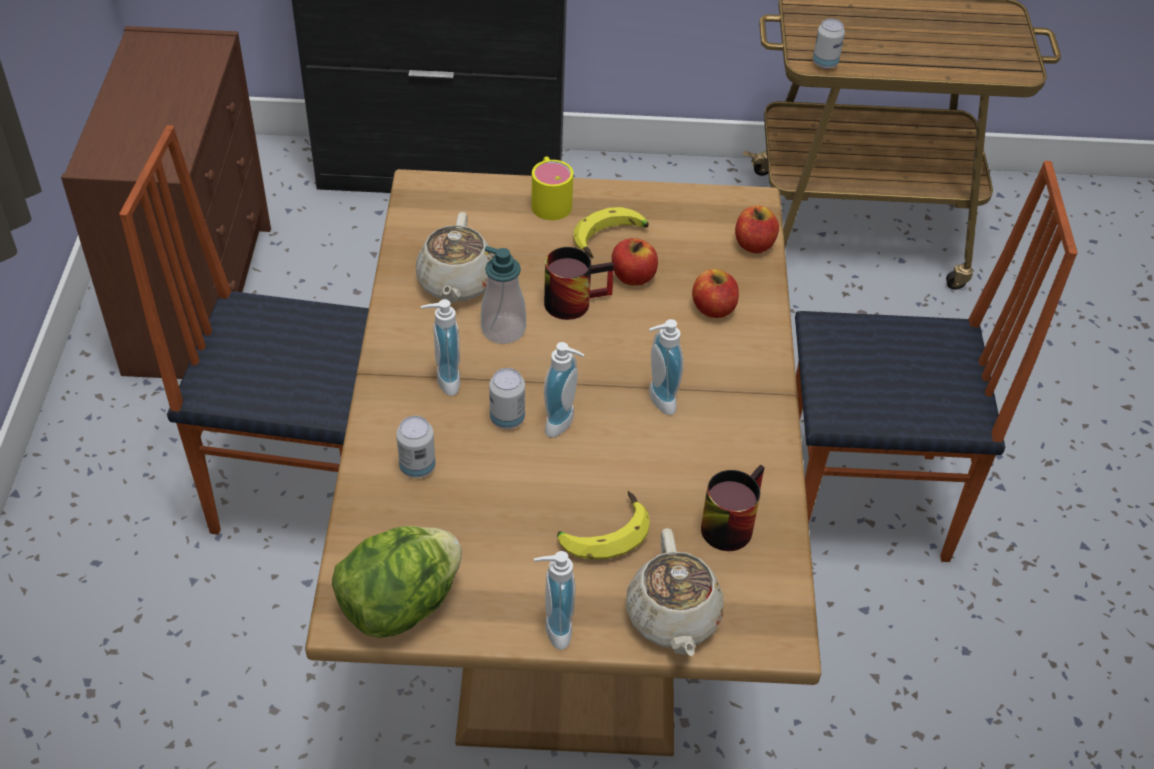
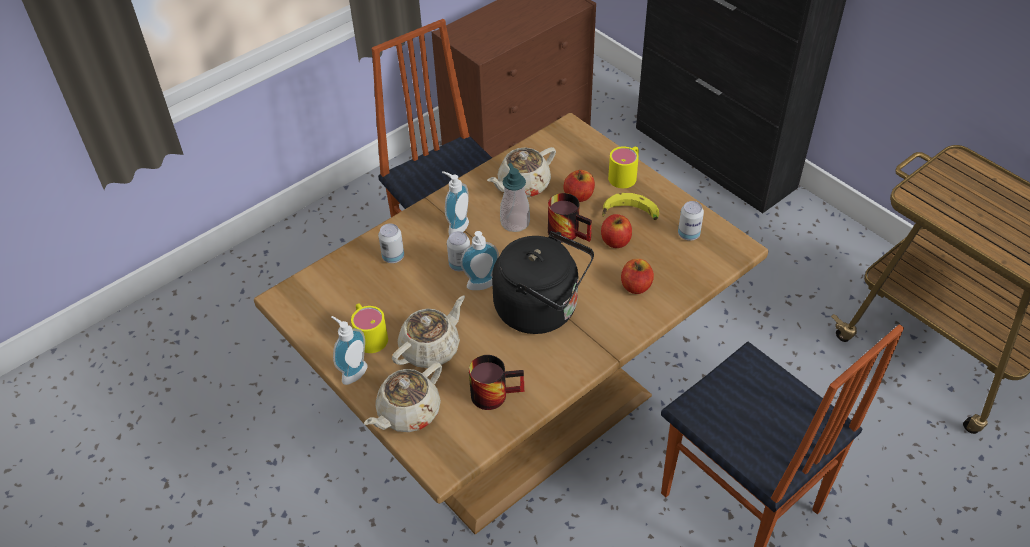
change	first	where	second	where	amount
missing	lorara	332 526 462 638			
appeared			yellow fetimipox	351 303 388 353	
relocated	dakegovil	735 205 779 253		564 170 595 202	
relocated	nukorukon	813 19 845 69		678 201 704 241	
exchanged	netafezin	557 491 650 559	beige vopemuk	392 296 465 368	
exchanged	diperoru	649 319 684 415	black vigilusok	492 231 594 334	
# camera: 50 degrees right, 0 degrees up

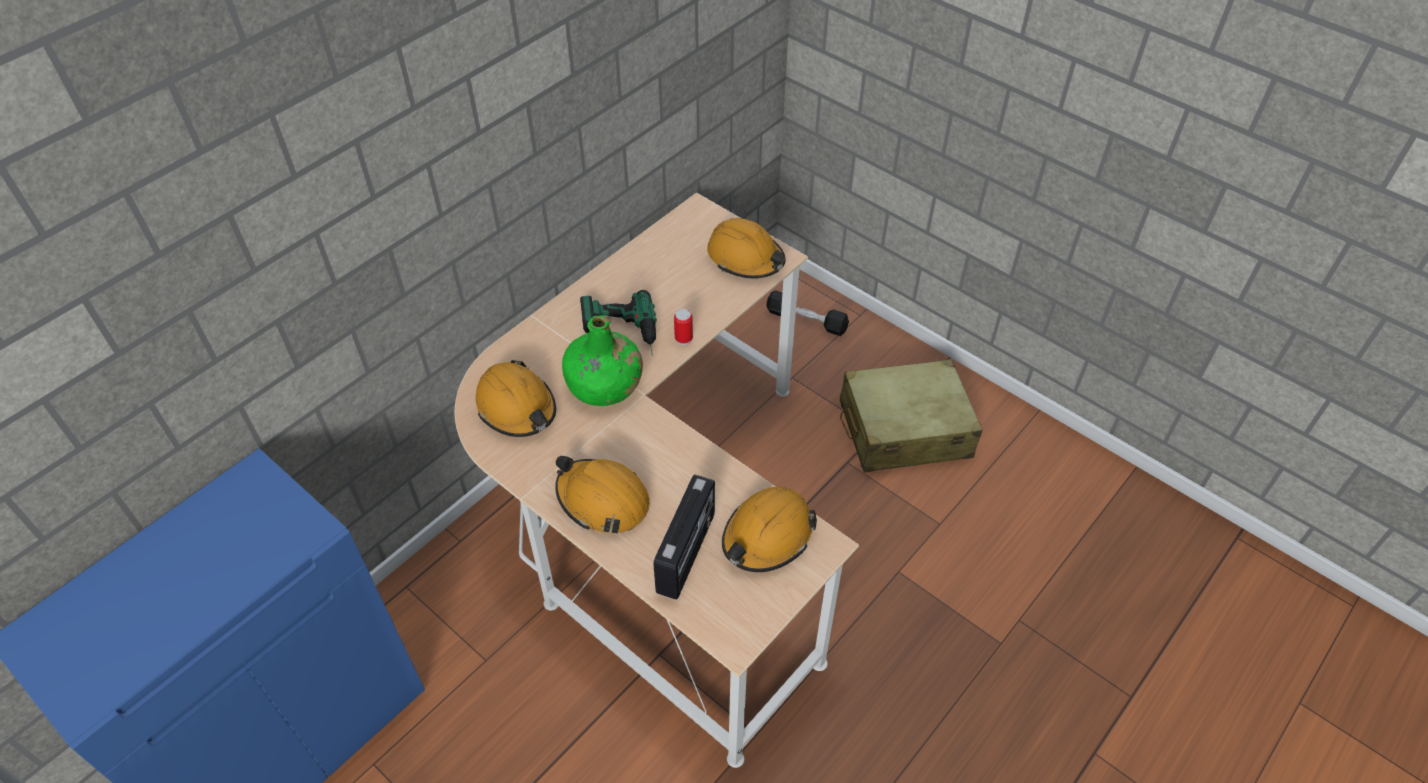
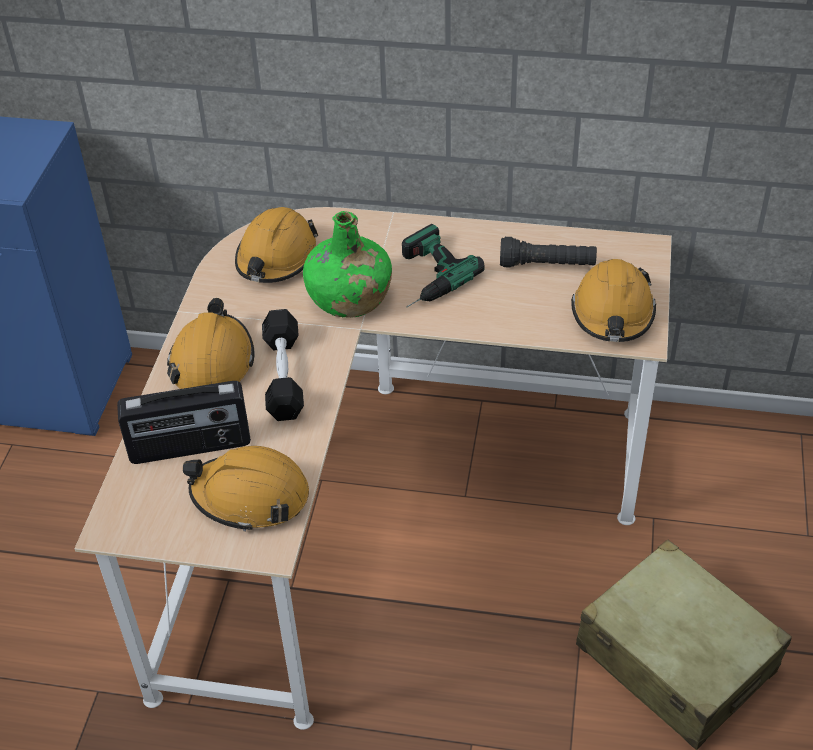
change	first	where	second	where	amount
missing	nukorukon	674 309 693 345			
appeared			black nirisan	500 237 597 268	
relocated	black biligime	766 290 849 336		262 309 304 421	
# camera: 60 degrees right, 5 degrees down

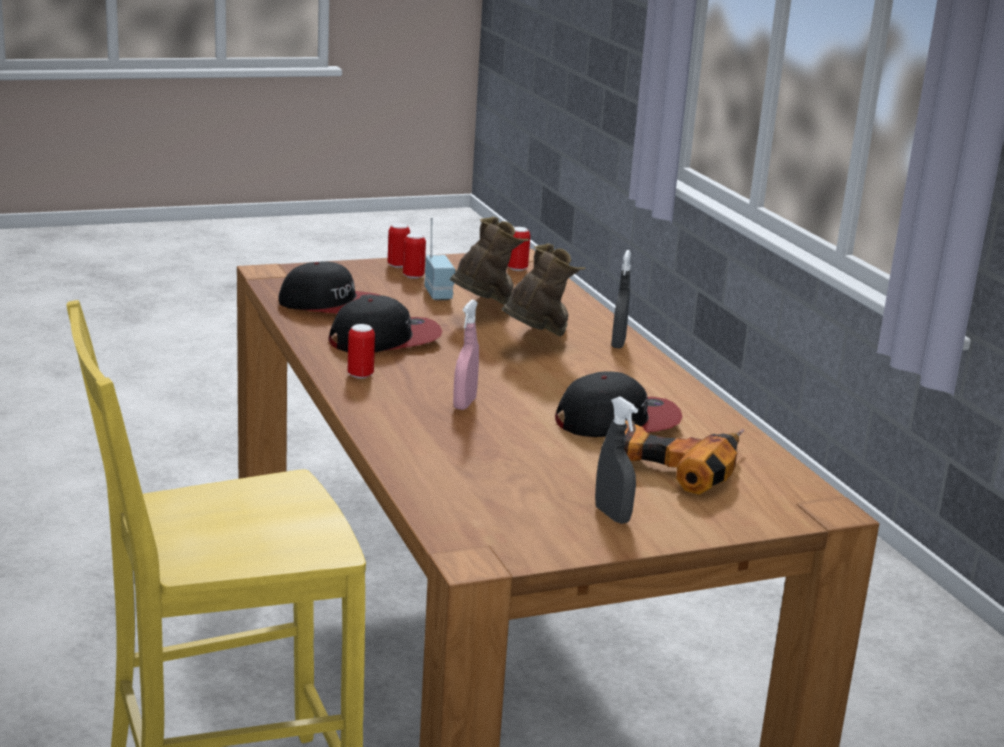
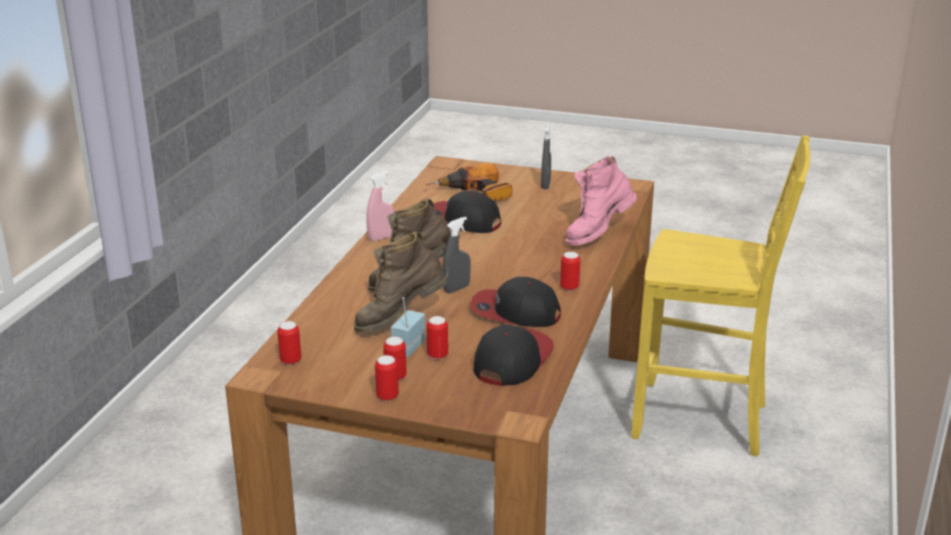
change	first	where	second	where	amount
appeared			nukorukon	426 316 448 359	
appeared			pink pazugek	565 156 637 245	
relocated	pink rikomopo	453 300 479 410		366 171 394 241	
relocated	grey rikomopo	611 250 631 349		442 217 471 293	
spun	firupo	278 261 380 313		474 325 554 386	60 degrees clockwise
# camera: 140 degrees left, 5 degrees up

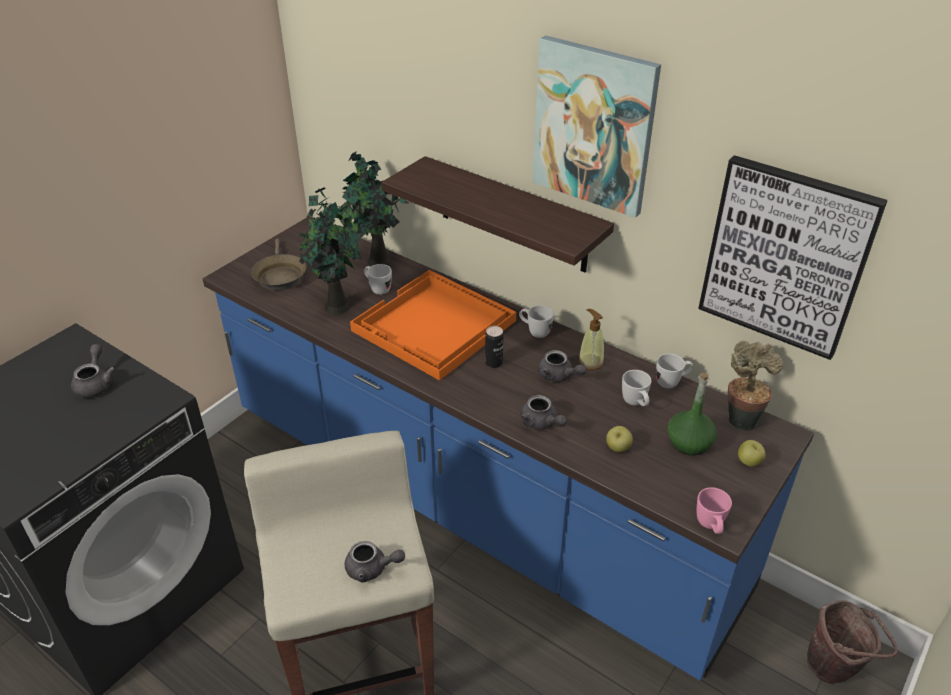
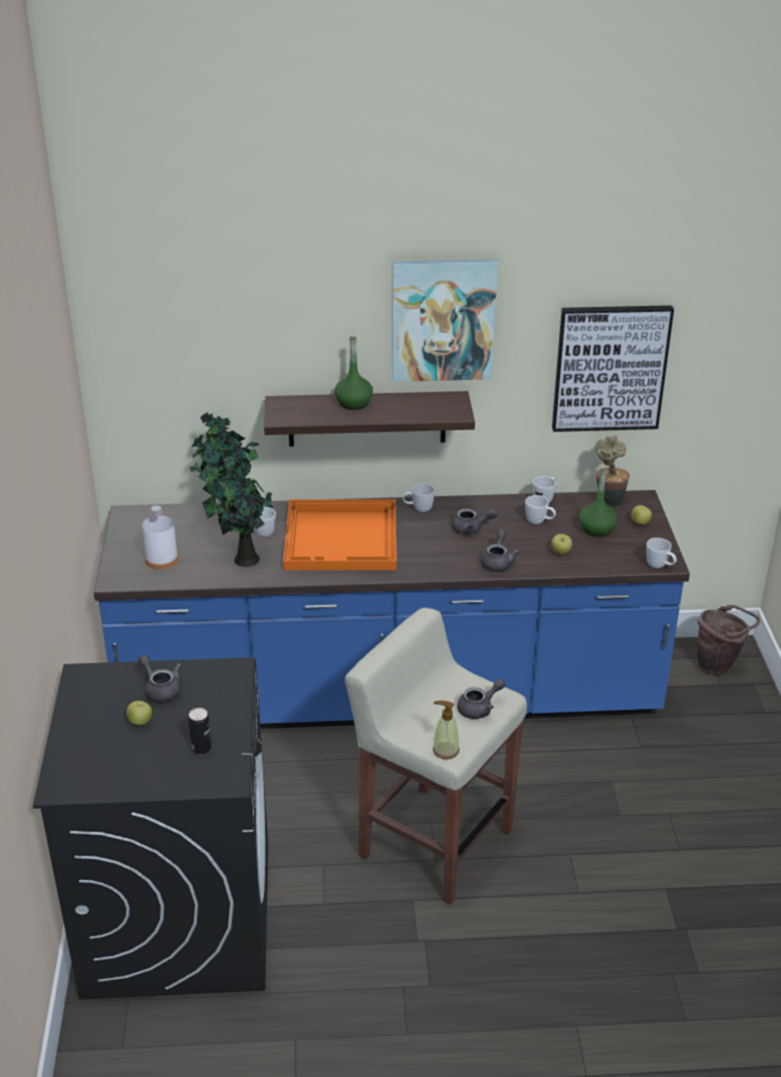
change	first	where	second	where	amount
appeared			dakegovil	126 701 152 725	
appeared			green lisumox	335 336 373 410	
relocated	nukorukon	485 326 504 368		188 708 212 754	
relocated	diperoru	578 309 604 370		433 700 459 759	
exchanged	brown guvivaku	251 238 306 290	white lisumox	142 505 178 570	
colour	pink fetimipox	697 487 732 534	white fetimipox	646 538 677 568	
spun	grey vopemuk	520 395 567 430		481 529 520 572	90 degrees counterclockwise
# camera: 40 degrees left, 5 degrees down

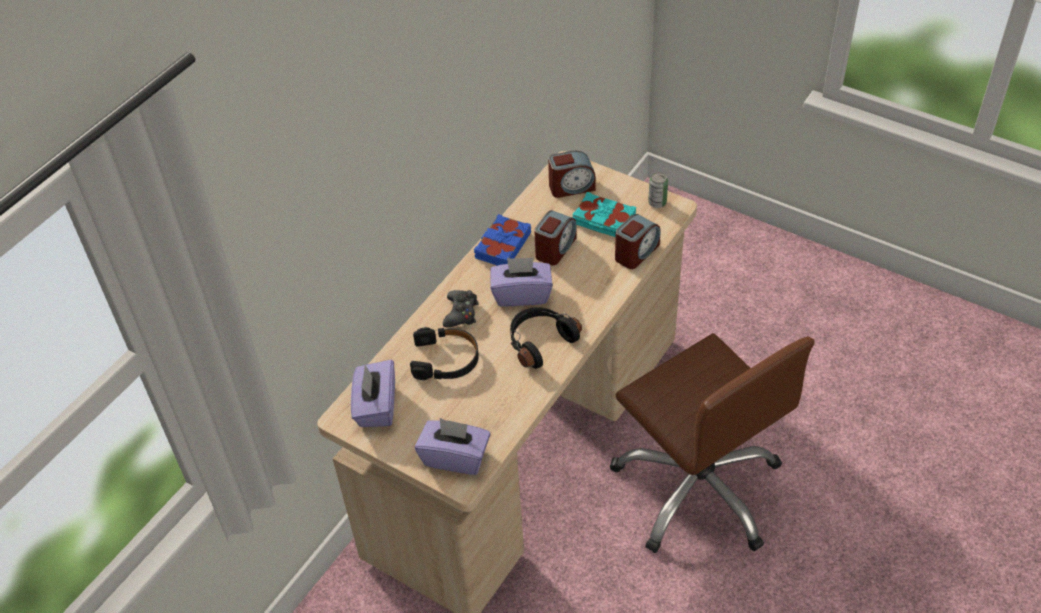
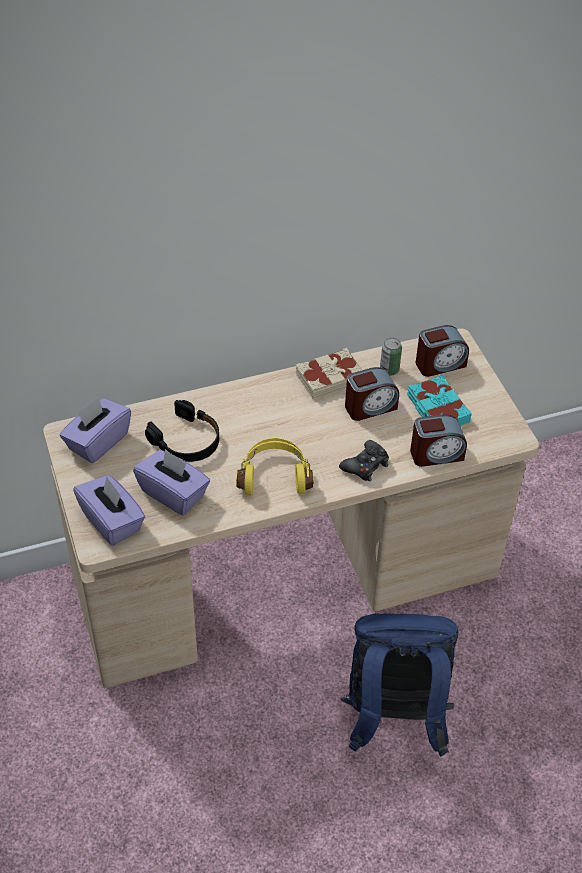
change	first	where	second	where	amount
relocated	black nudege	443 290 479 327		339 440 389 482	
relocated	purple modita	491 258 553 307		133 449 210 515	
relocated	nukorukon	648 172 668 208		380 338 402 376	
exchanged	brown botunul	610 333 814 553	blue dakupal	340 613 458 757	
colour	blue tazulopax	474 214 531 265	beige tazulopax	296 348 363 399	
colour	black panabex	510 307 582 369	yellow panabex	236 438 314 495	
spun	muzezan	548 151 596 198		416 325 469 377	45 degrees counterclockwise
# camera: 35 degrees right, 0 degrees up

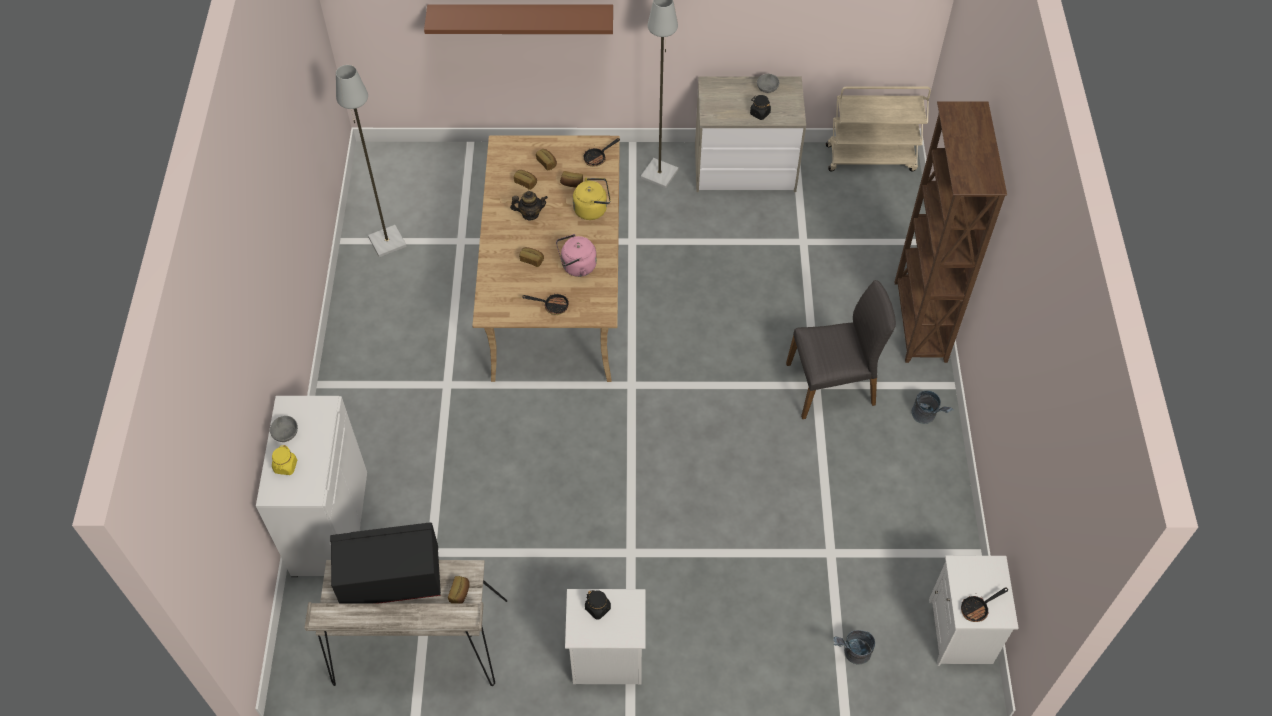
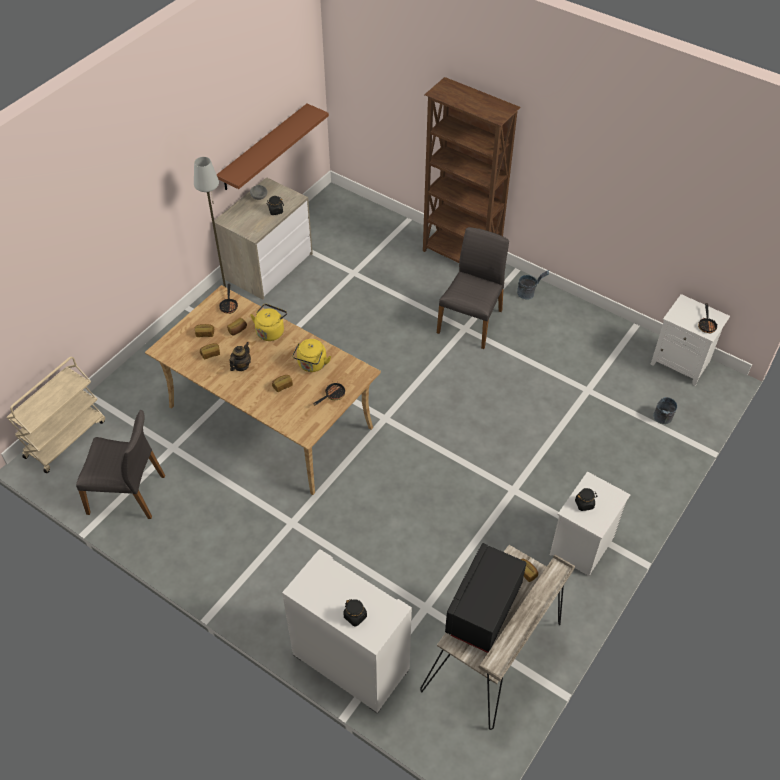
change	first	where	second	where	amount
missing	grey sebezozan	270 416 298 442			
relocated	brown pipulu	424 4 613 34		217 104 329 190	
relocated	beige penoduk	826 86 931 172		7 356 105 473	
exchanged	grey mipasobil	336 65 407 257	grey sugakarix	76 410 165 519	
colour	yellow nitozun	272 445 297 475	black nitozun	343 599 367 626	
colour	pink vigilusok	556 234 597 277	yellow vigilusok	292 339 331 372	
# camera: 55 degrees left, 5 degrees down

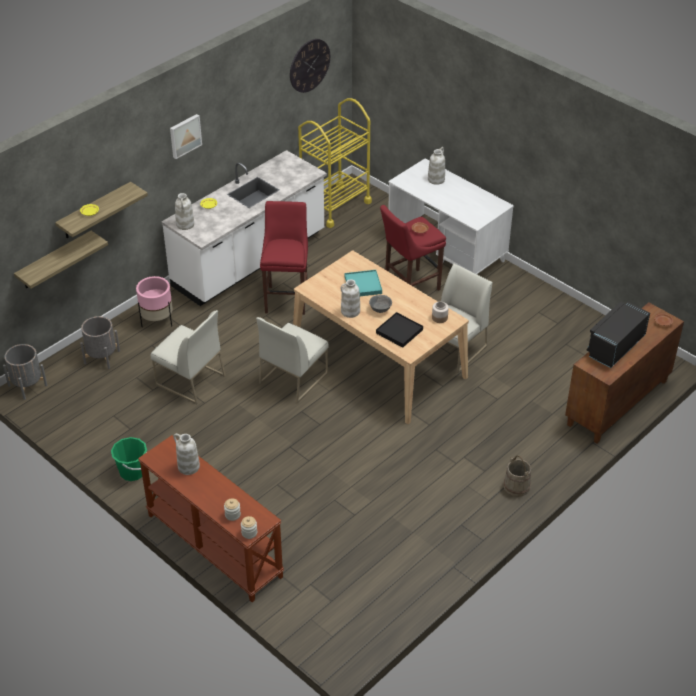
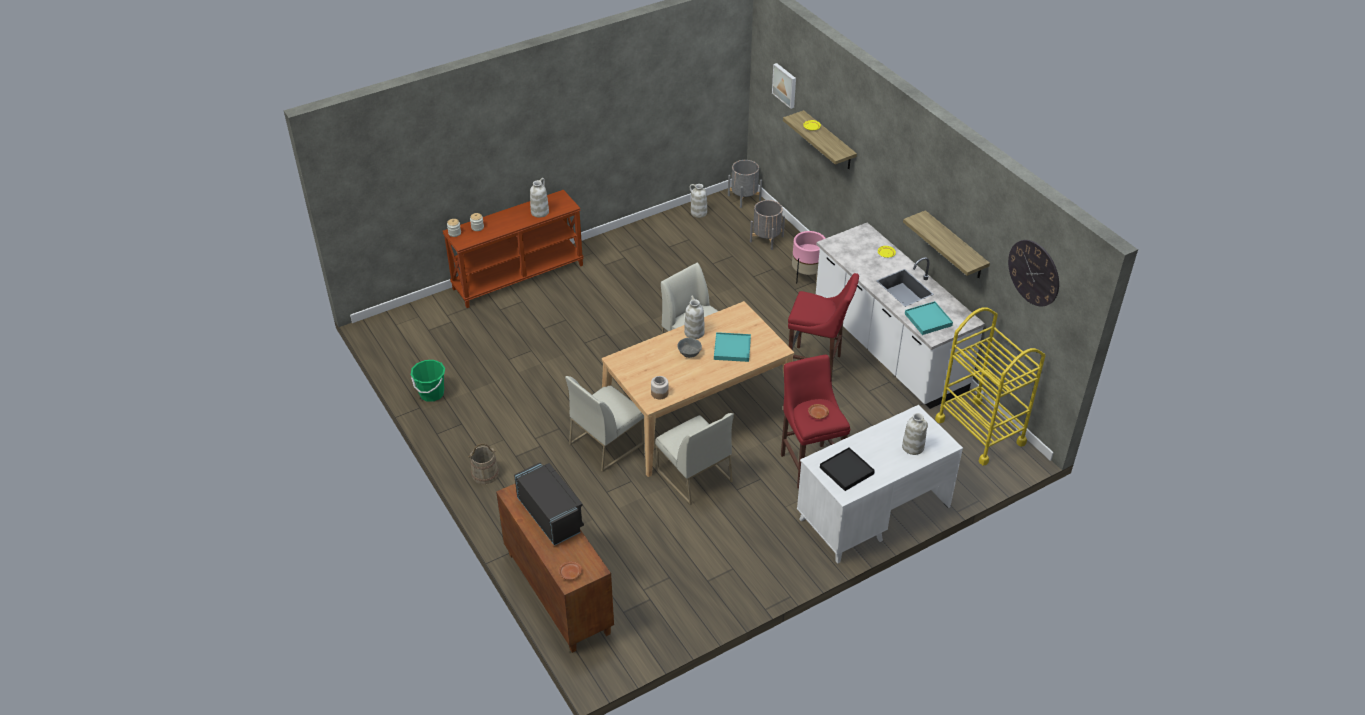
change	first	where	second	where	amount
appeared			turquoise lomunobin	905 301 953 335	
relocated	pipulu	14 231 108 289		903 210 990 278	
relocated	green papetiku	111 437 147 481		411 360 445 402	
relocated	white sugakarix	151 310 226 404		565 376 644 472	
relocated	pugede	170 114 202 159		772 63 796 109	
relocated	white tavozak	175 193 194 230		690 184 707 218	
relocated	black lomunobin	376 312 423 348		820 448 875 491	
# camera: 105 degrees right, 0 degrees up

